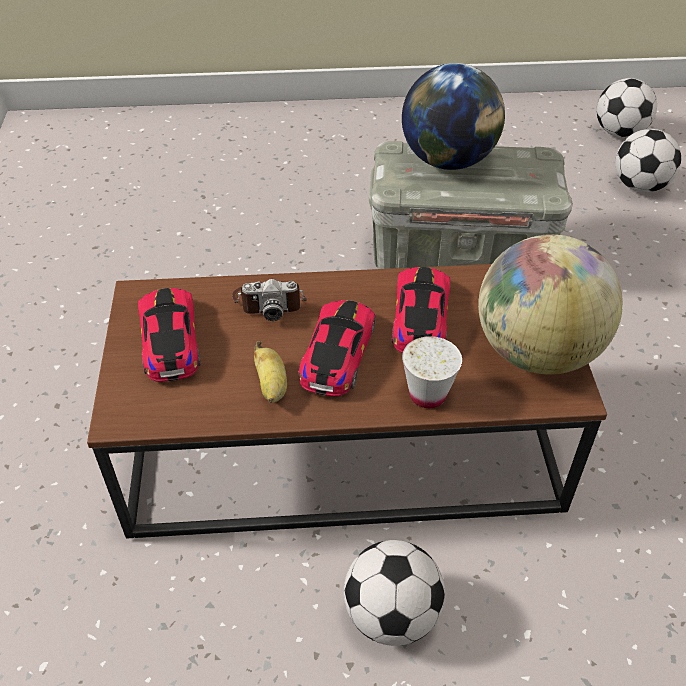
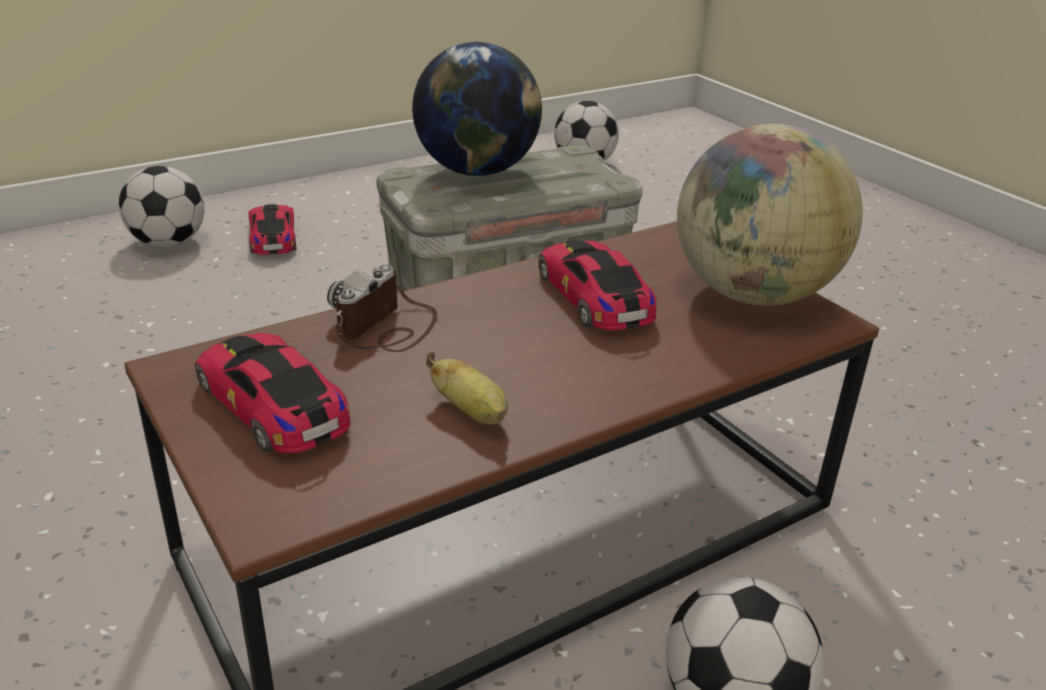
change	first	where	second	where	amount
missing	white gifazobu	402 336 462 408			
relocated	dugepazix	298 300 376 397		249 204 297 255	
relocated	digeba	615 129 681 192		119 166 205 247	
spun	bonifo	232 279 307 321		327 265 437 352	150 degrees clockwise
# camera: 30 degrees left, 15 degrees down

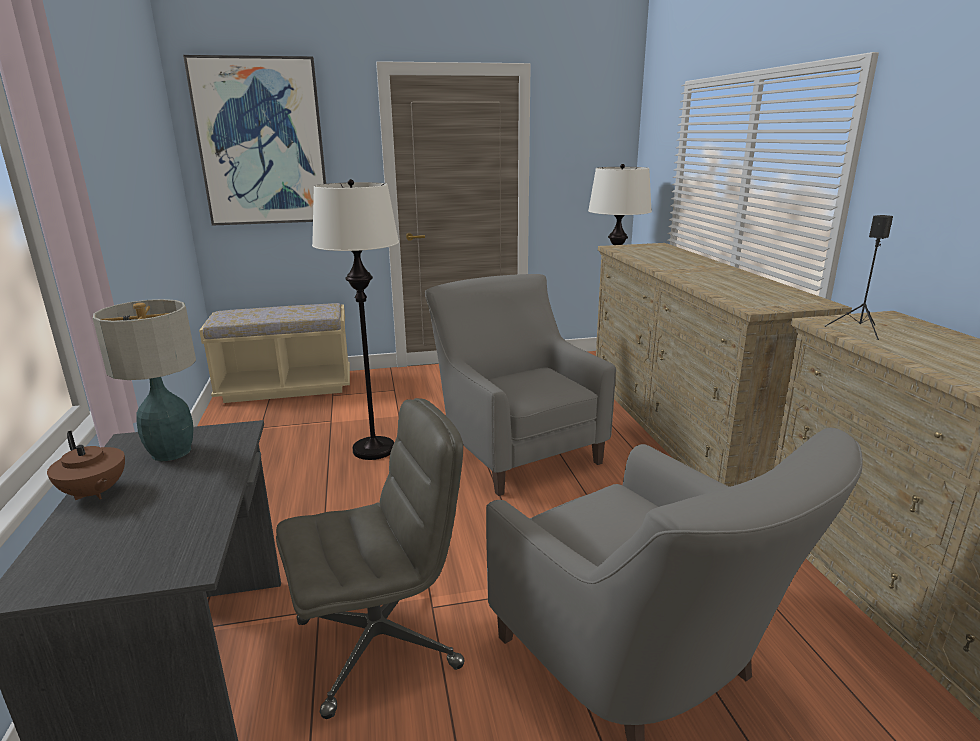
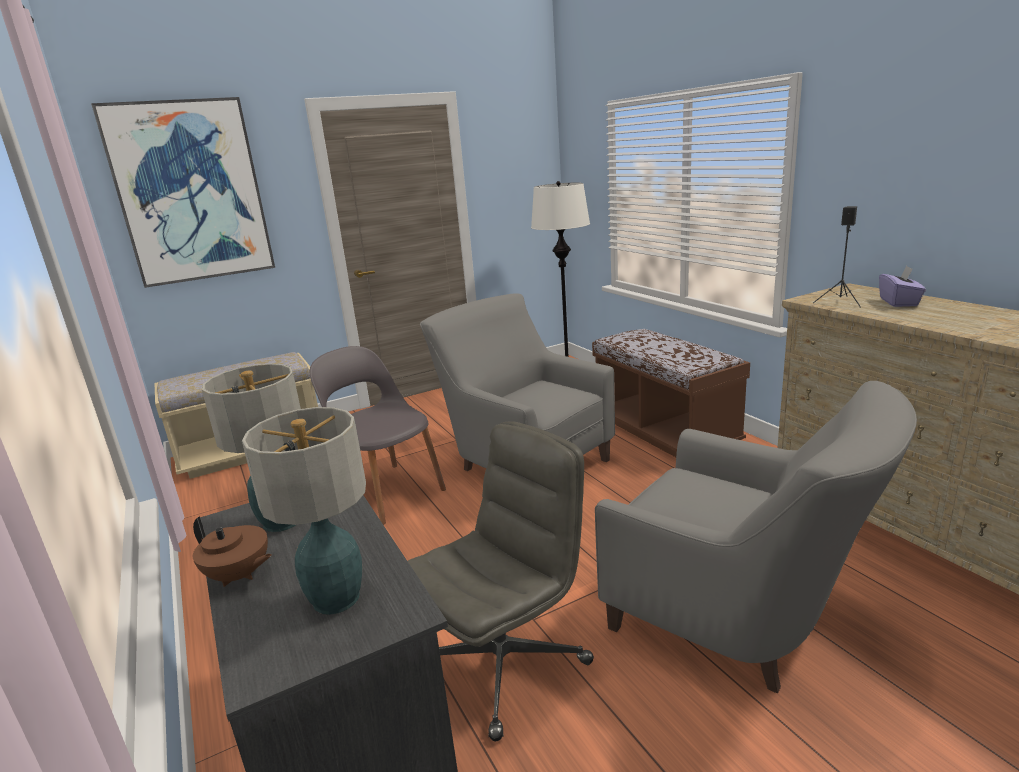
change	first	where	second	where	amount
appeared			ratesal	242 407 366 615	
appeared			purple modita	879 266 926 307	
exchanged	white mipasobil	312 179 399 460	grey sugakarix	310 346 446 525	
exchanged	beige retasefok	596 243 852 487	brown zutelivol	592 329 750 457	
# camera: 15 degrees left, 0 degrees up

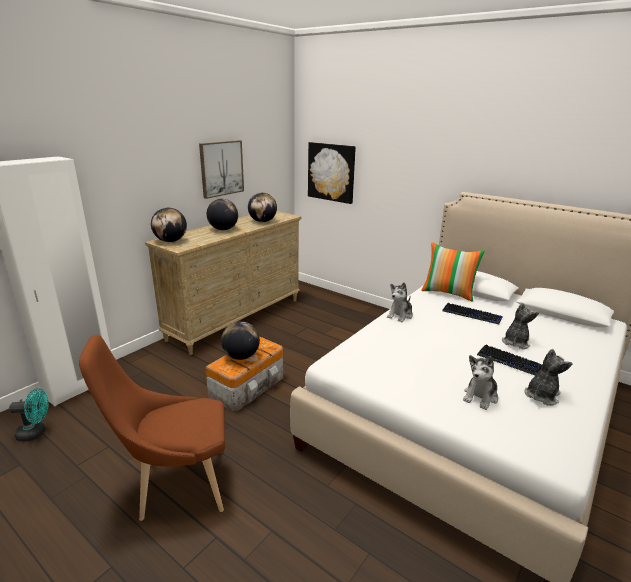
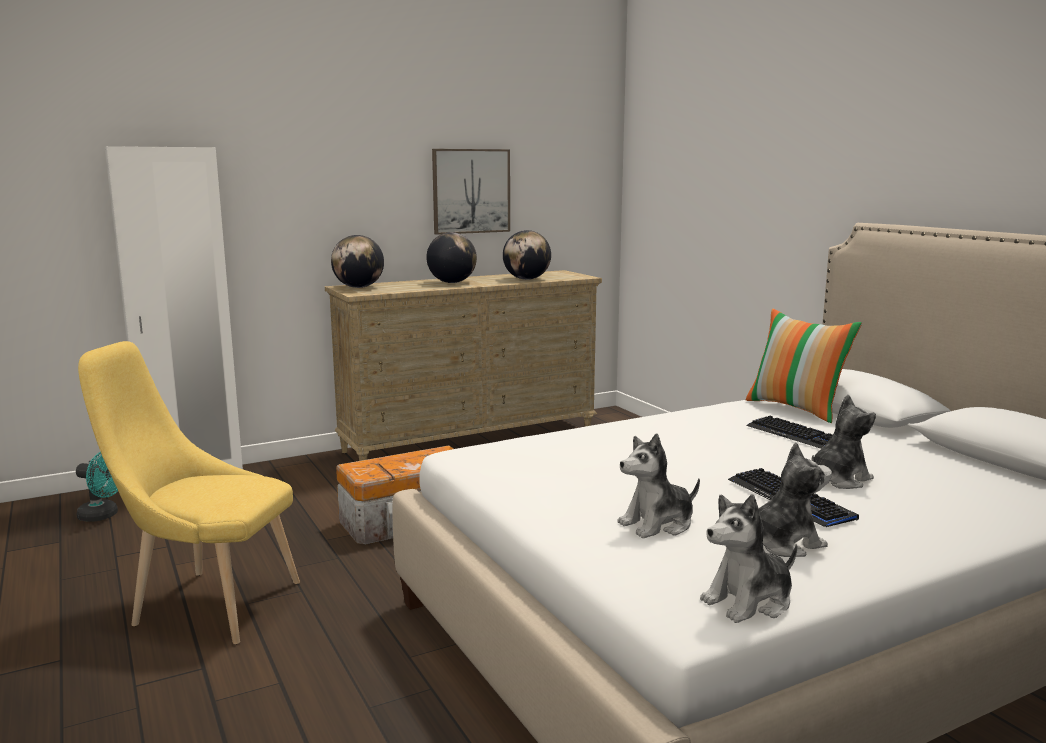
change	first	where	second	where	amount
missing	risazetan	221 321 260 360			
missing	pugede	308 142 356 204			
relocated	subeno	387 282 413 322		700 494 797 623	
colour	brown sugakarix	79 335 225 521	yellow sugakarix	78 341 300 644	
# camera: 25 degrees right, 10 degrees down

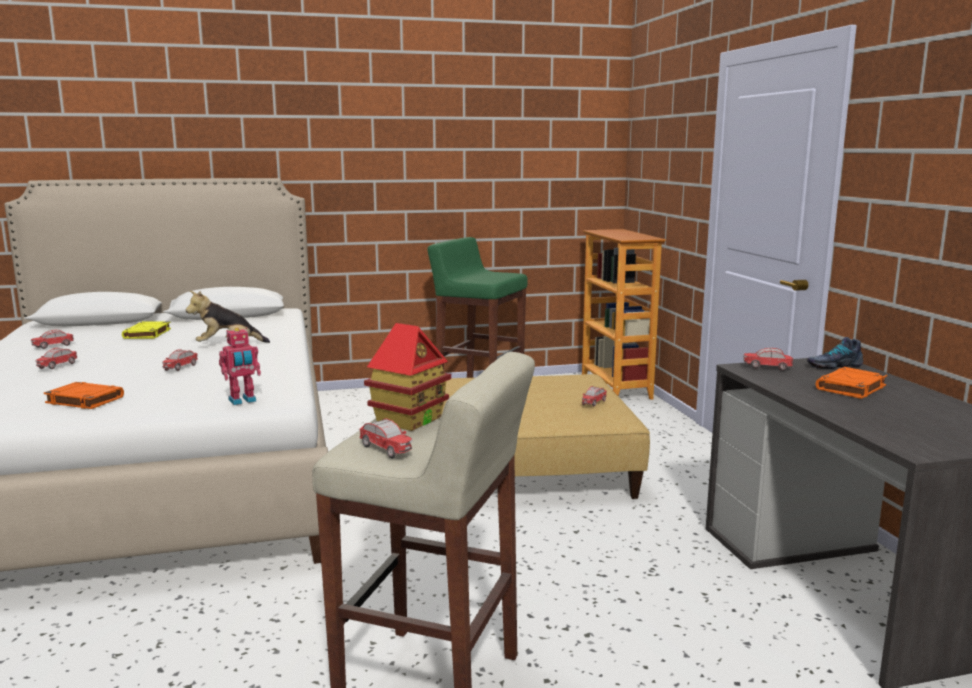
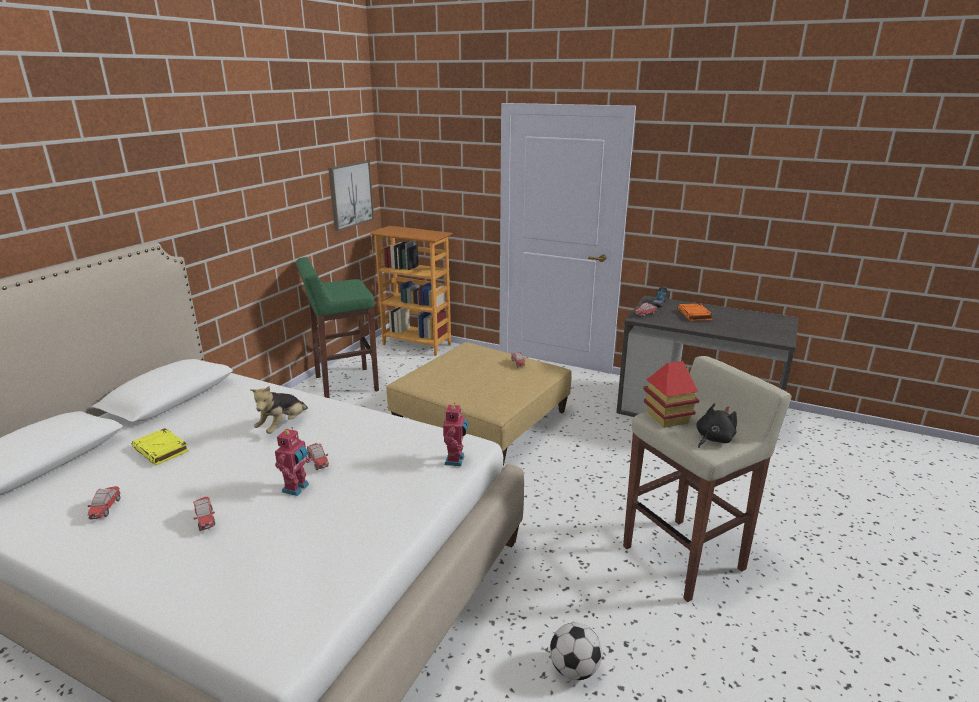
change	first	where	second	where	amount
missing	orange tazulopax	44 382 124 409			
appeared			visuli	275 427 311 496	
appeared			pugede	328 161 374 231	
appeared			digeba	550 623 602 680	
exchanged	dugepazix	359 418 413 459	black subeno	697 403 737 448	
# camera: 50 degrees left, 10 degrees up

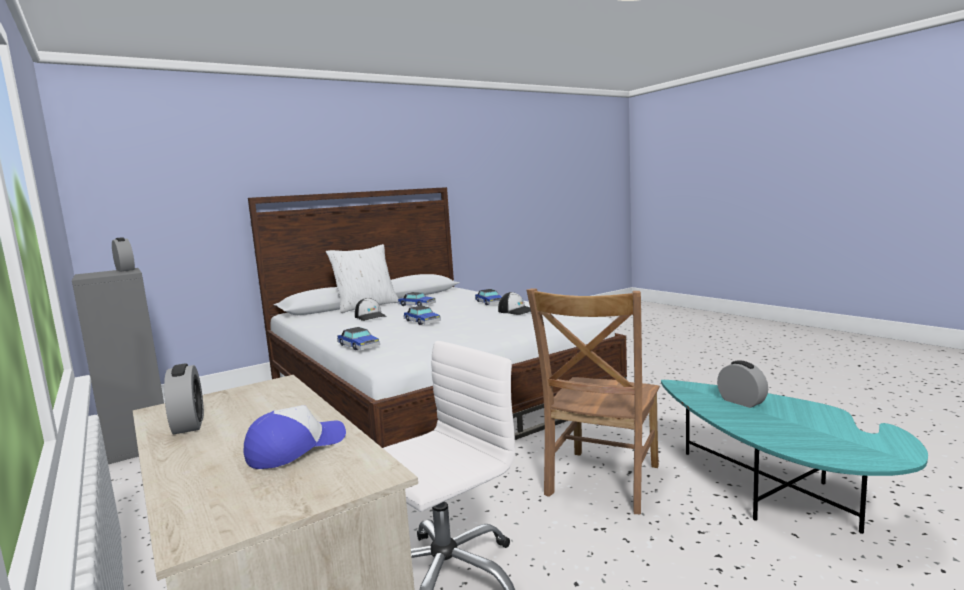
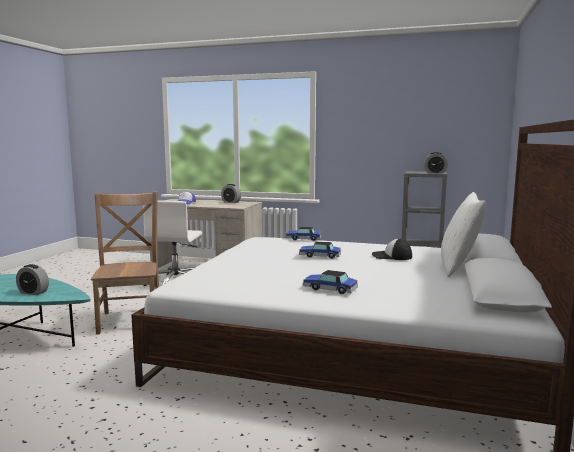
change	first	where	second	where	amount
missing	dugepazix	398 292 436 306			
missing	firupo	498 292 531 315			
# camera: 140 degrees right, 0 degrees up

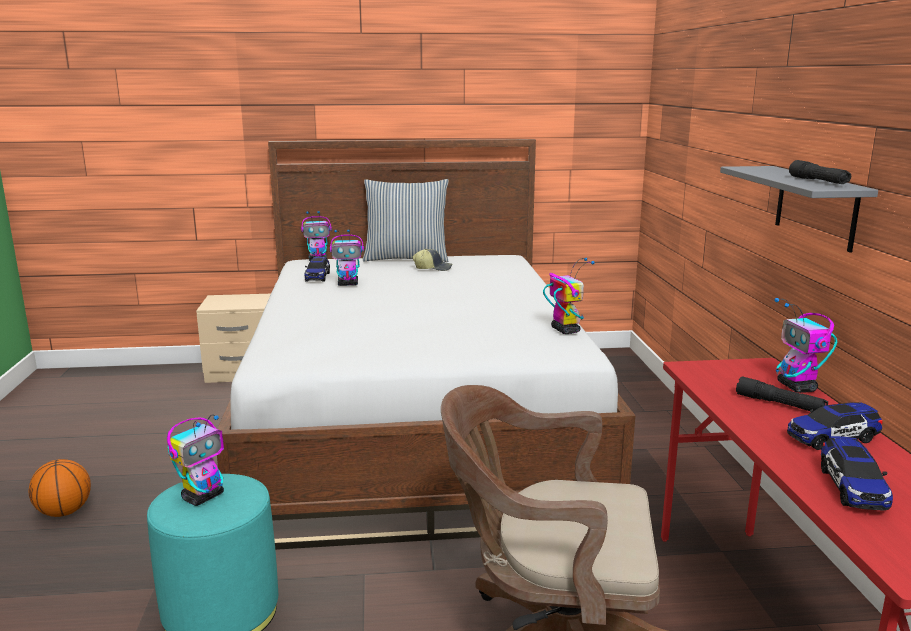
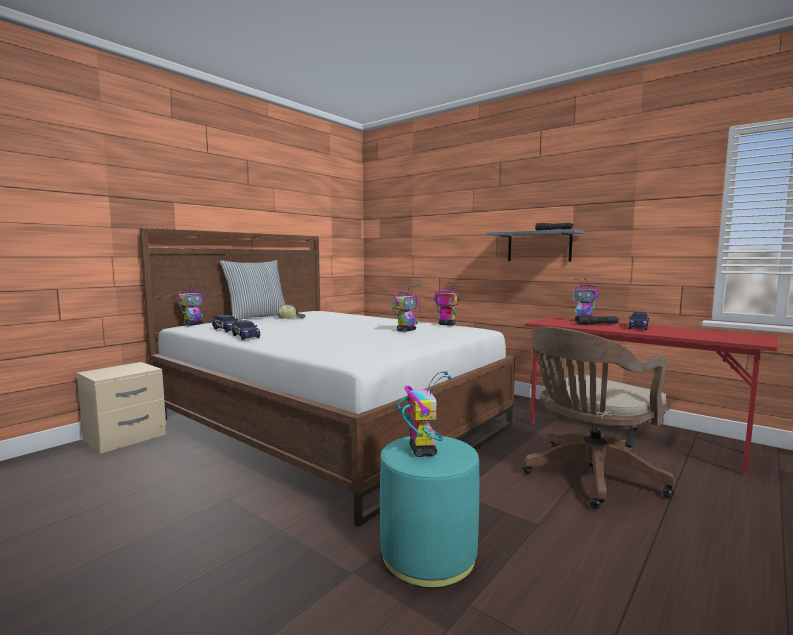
change	first	where	second	where	amount
missing	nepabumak	29 459 91 517			
relocated	visuli	330 230 364 286		392 285 420 332	
relocated	dugepazix	821 436 893 511		232 320 260 340	
# camera: 45 degrees left, 10 degrees down

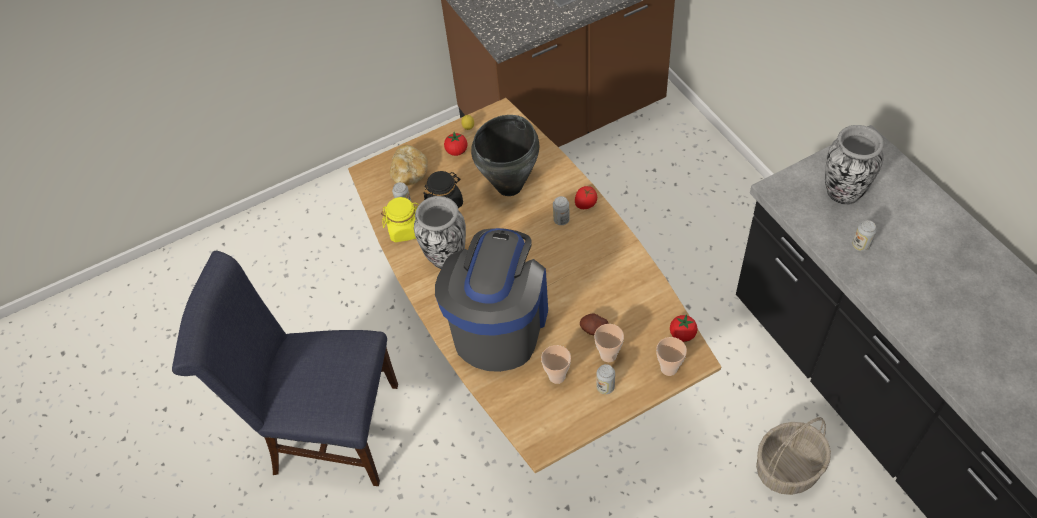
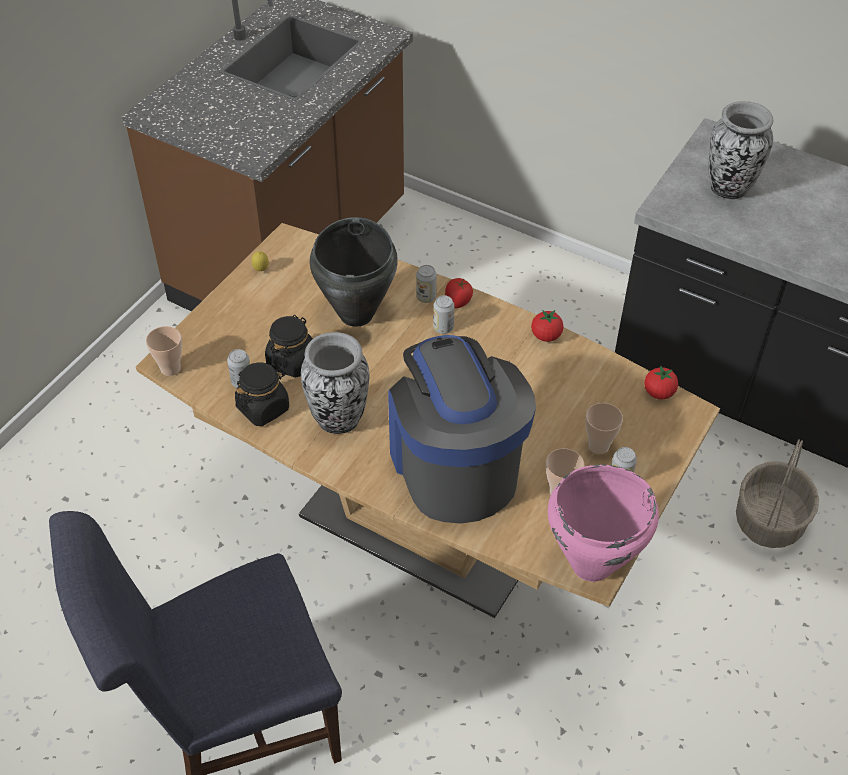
change	first	where	second	where	amount
missing	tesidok	389 145 428 186			
missing	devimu	580 314 609 335			
appeared			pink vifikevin	548 465 659 582	
relocated	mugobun	444 132 468 156		531 310 564 342	
relocated	gifazobu	656 337 687 376		146 326 182 376	
relocated	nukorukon	852 220 877 252		416 265 437 303	
colour	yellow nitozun	381 197 419 242	black nitozun	235 362 289 426	
# camera: 35 degrees left, 5 degrees down

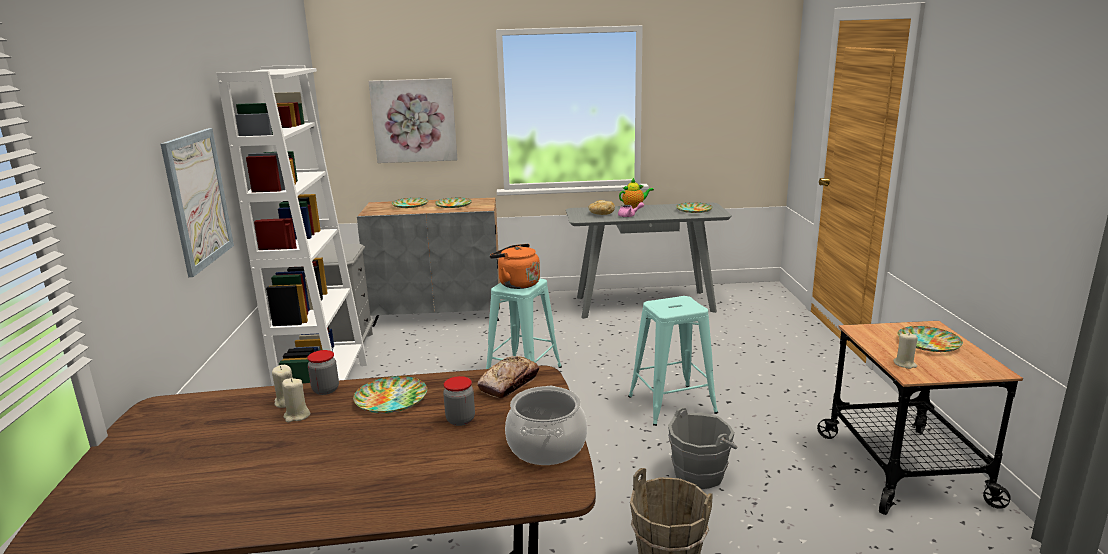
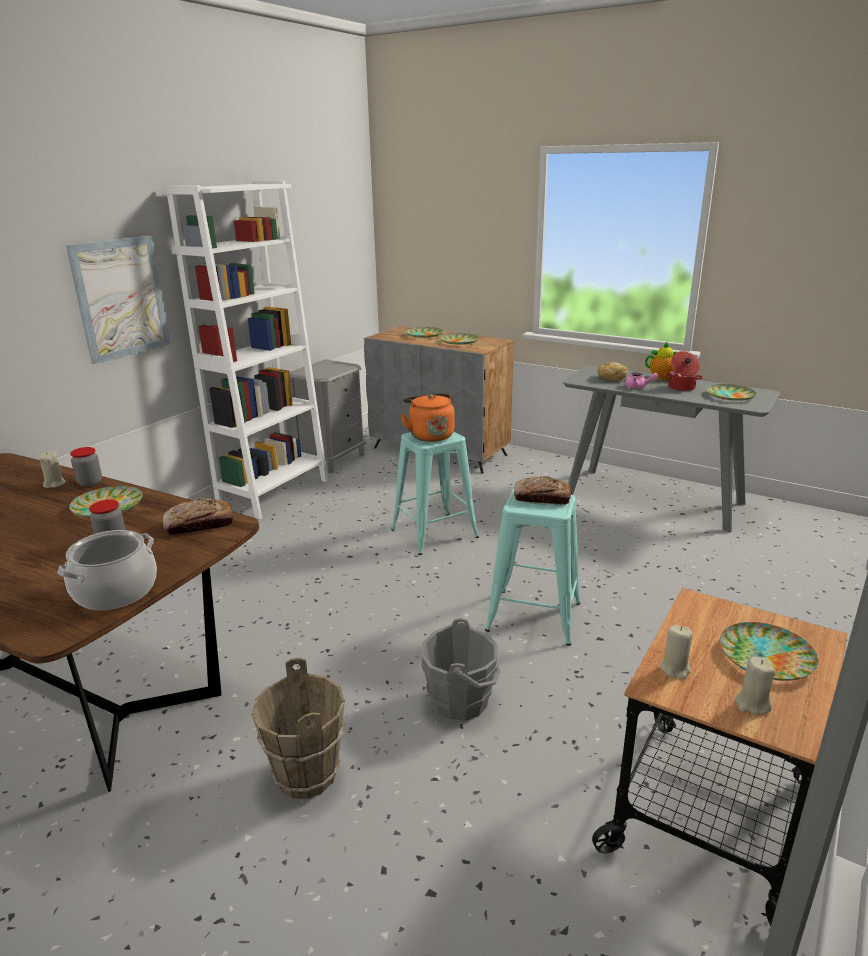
change	first	where	second	where	amount
missing	pugede	369 78 457 163			
appeared			tesidok	514 476 571 505	
appeared			vifikevin	664 351 703 391	
relocated	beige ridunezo	282 378 310 423		735 657 775 715	
# camera: 35 degrees right, 5 degrees up

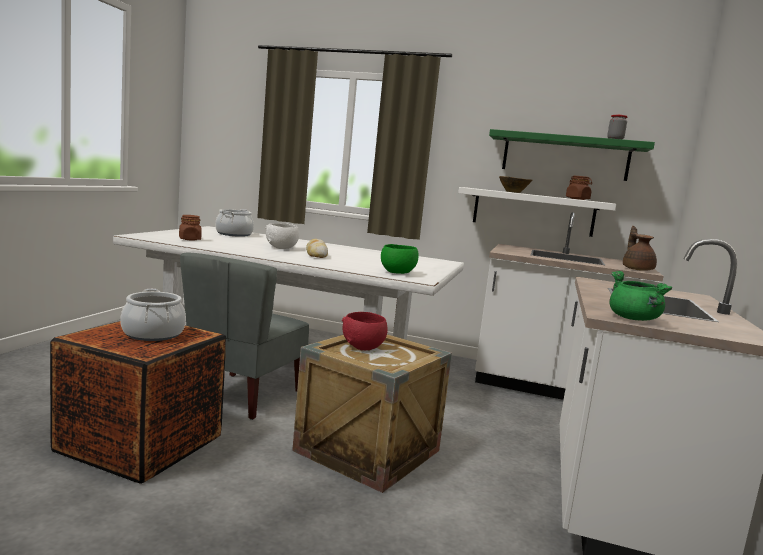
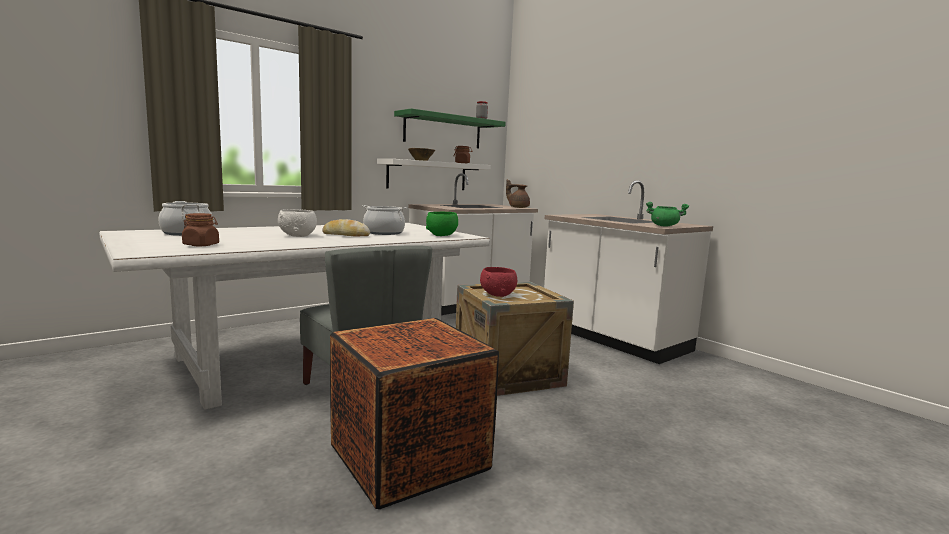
change	first	where	second	where	amount
relocated	vifikevin	120 289 186 341		362 205 407 235	
# camera: 55 degrees left, 0 degrees up

